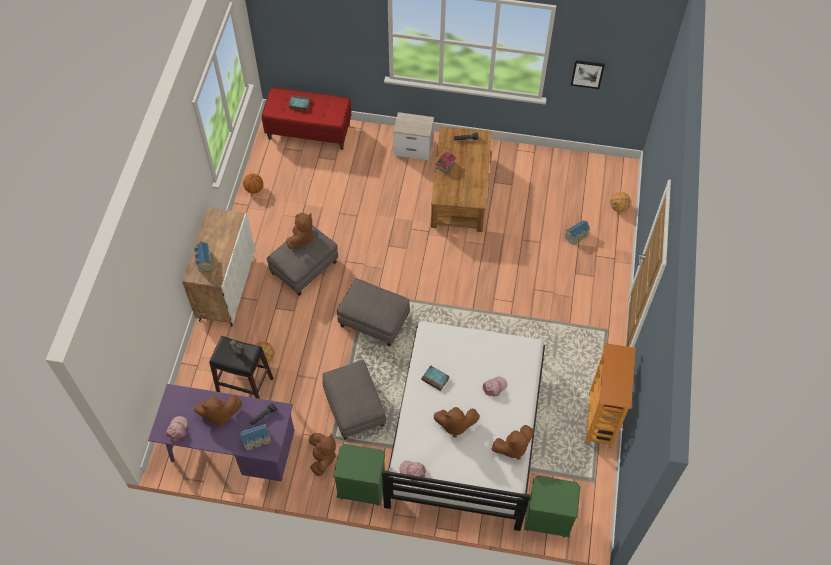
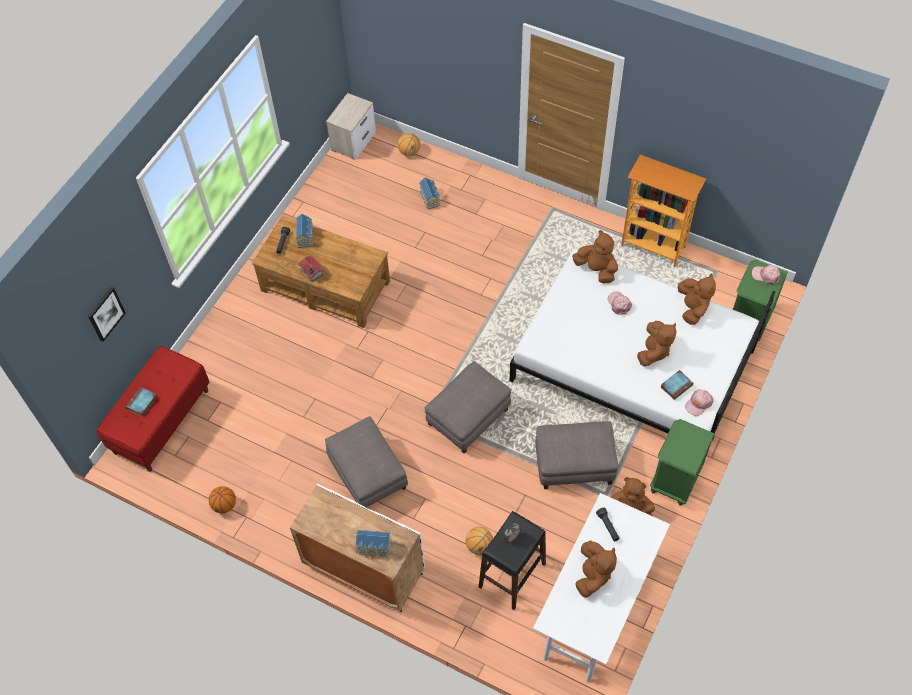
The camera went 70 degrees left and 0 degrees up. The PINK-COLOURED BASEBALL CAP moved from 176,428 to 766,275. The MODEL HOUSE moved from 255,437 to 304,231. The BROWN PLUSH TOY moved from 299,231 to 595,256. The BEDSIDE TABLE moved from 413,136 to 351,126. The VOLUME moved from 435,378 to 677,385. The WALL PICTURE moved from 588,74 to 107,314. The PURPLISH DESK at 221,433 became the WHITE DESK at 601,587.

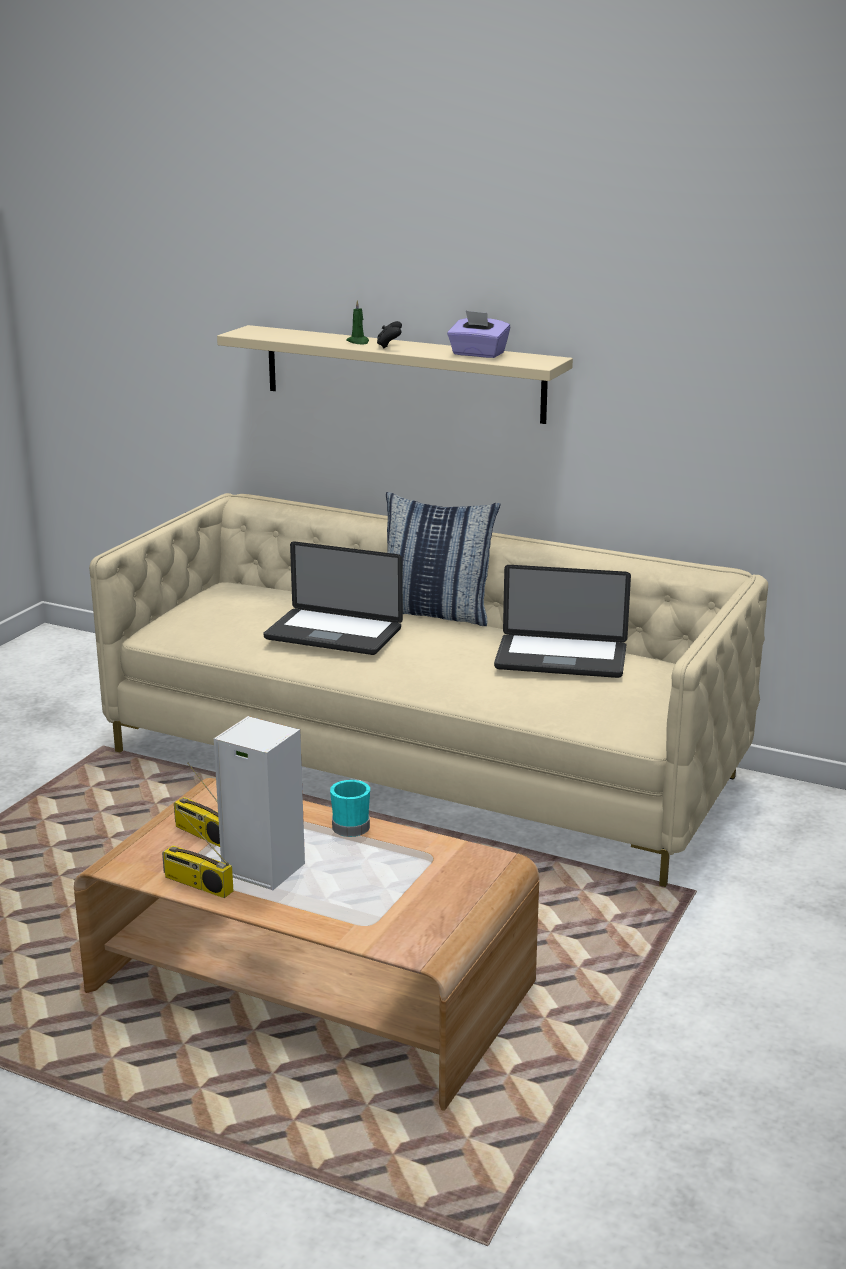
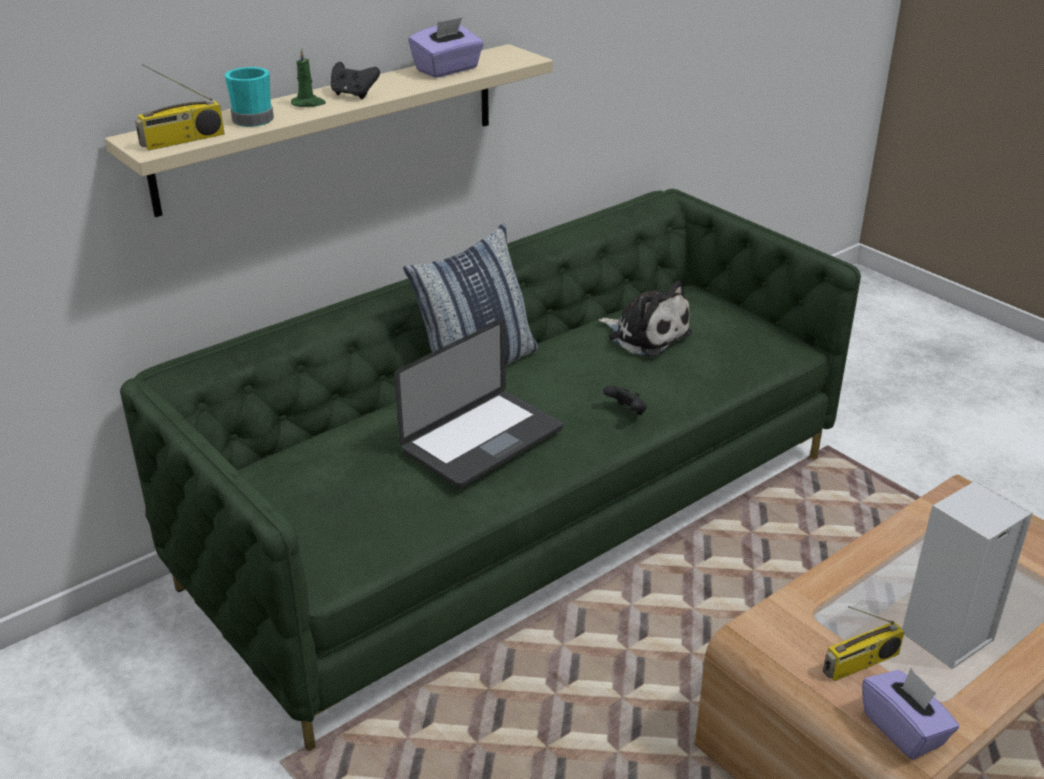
The camera went 65 degrees left and 10 degrees up. The BLACK GAME CONTROLLER at 625,400 appeared. The PURPLISH TISSUE HOLDER at 910,714 appeared. The RADIO RECEIVER moved from 197,853 to 179,107. The TURQUOISE MUG moved from 350,808 to 249,97. The LAPTOP at 562,621 was replaced by the PLUSH TOY at 645,319. The BEIGE-COLOURED COUCH at 428,690 became the GREEN-COLOURED COUCH at 490,470.

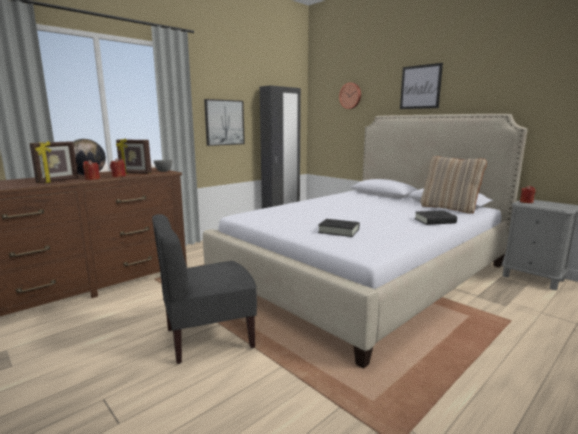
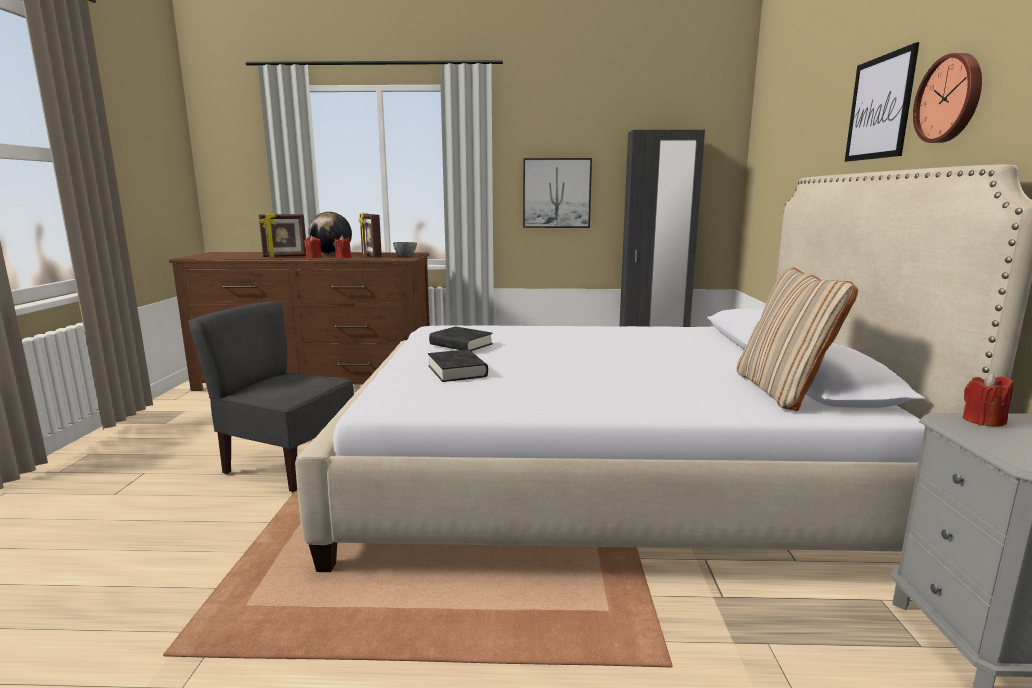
The camera went 45 degrees right and 0 degrees up. The CLOCK ON THE WALL moved from 350,96 to 947,98. The BLACK VOLUME moved from 435,217 to 461,338.

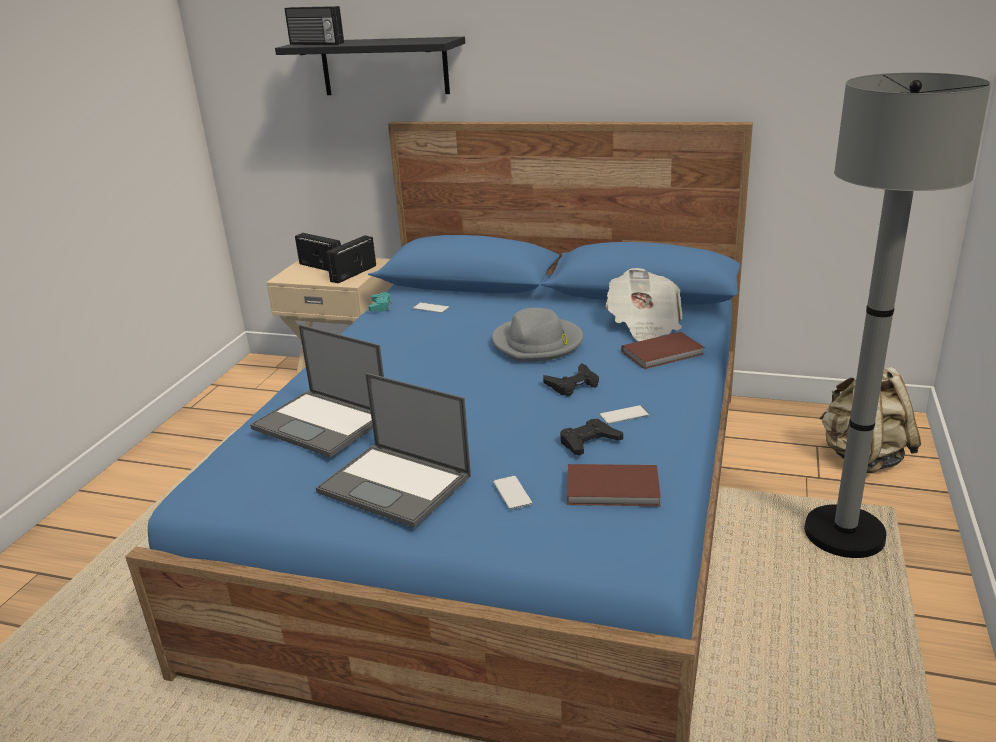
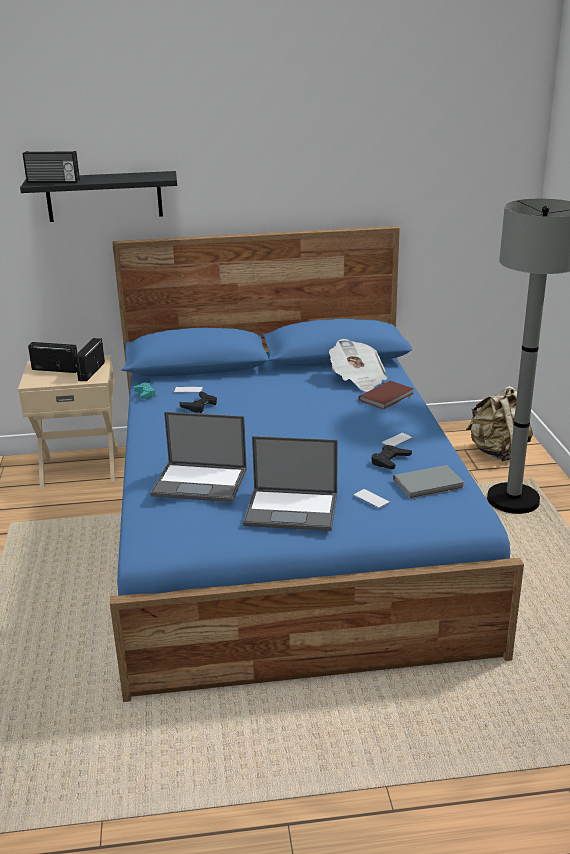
The camera went 25 degrees left and 0 degrees up. The GRAY WEARABLE HAT at 537,335 disappeared. The BLACK GAME CONTROLLER moved from 571,379 to 198,402. The BROWN VOLUME at 614,485 became the GRAY VOLUME at 428,482.

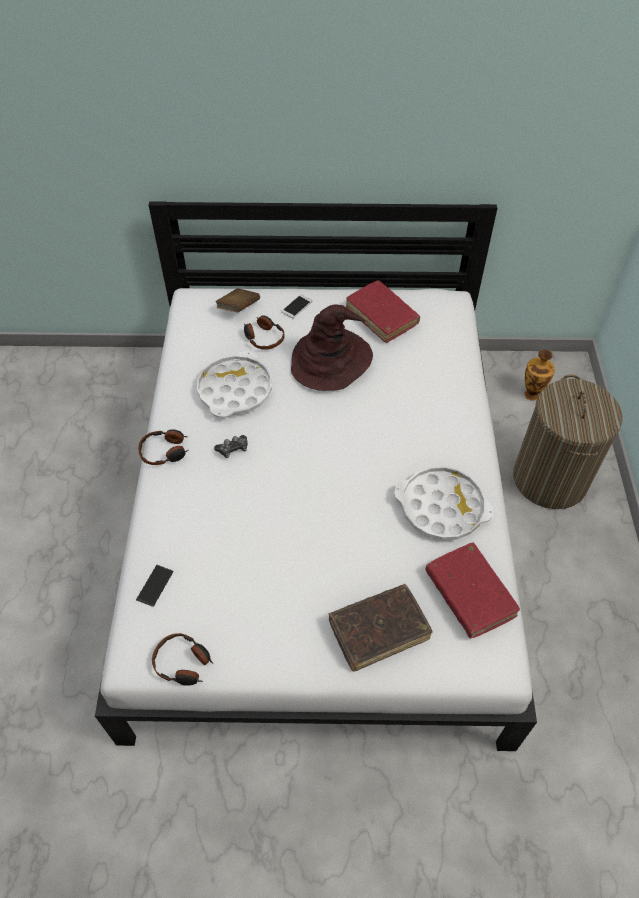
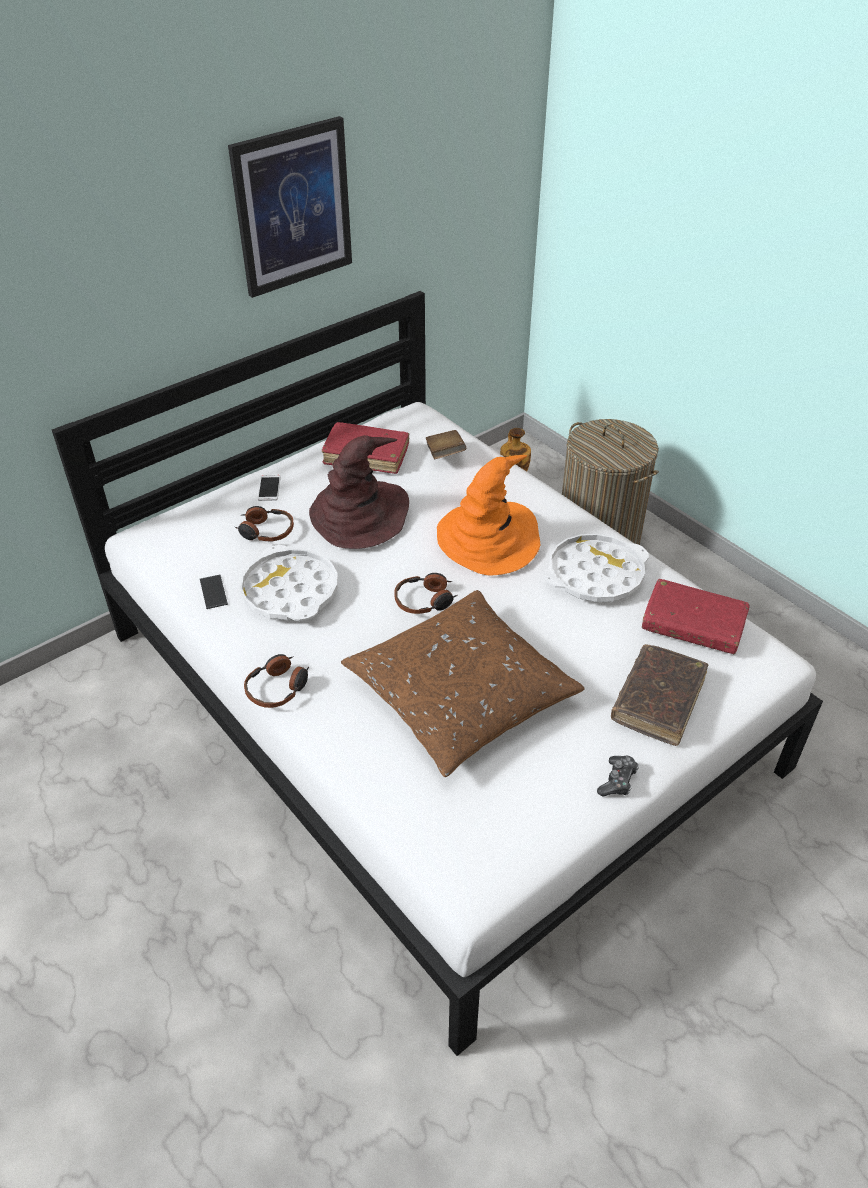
The camera went 40 degrees left and 10 degrees down. The WALL PICTURE at 290,207 appeared. The BROWN PILLOW at 463,683 appeared. The ORANGE WEARABLE HAT at 488,515 appeared. The PHONE moved from 155,586 to 214,592. The HEADSET moved from 182,659 to 425,593. The GAME CONTROLLER moved from 231,446 to 618,776. The BROWN VOLUME moved from 237,300 to 446,444.

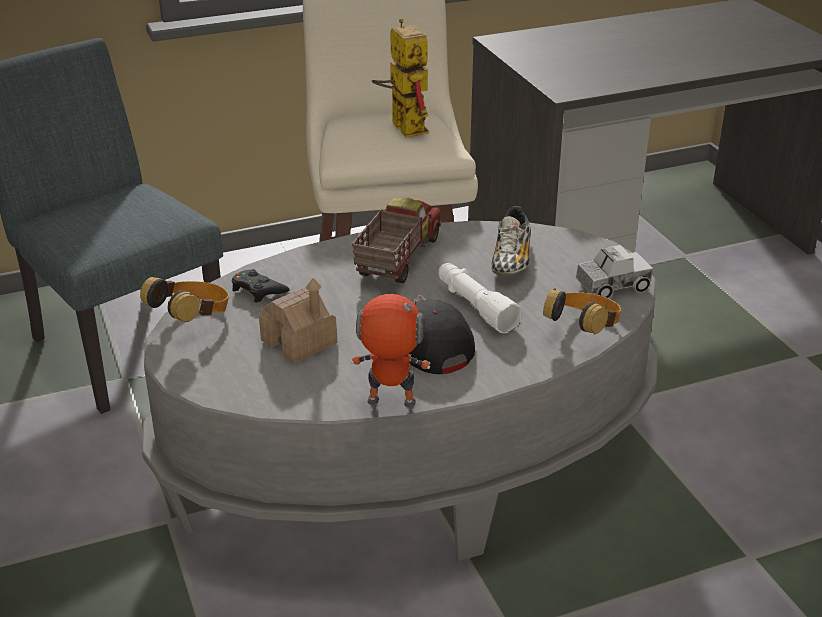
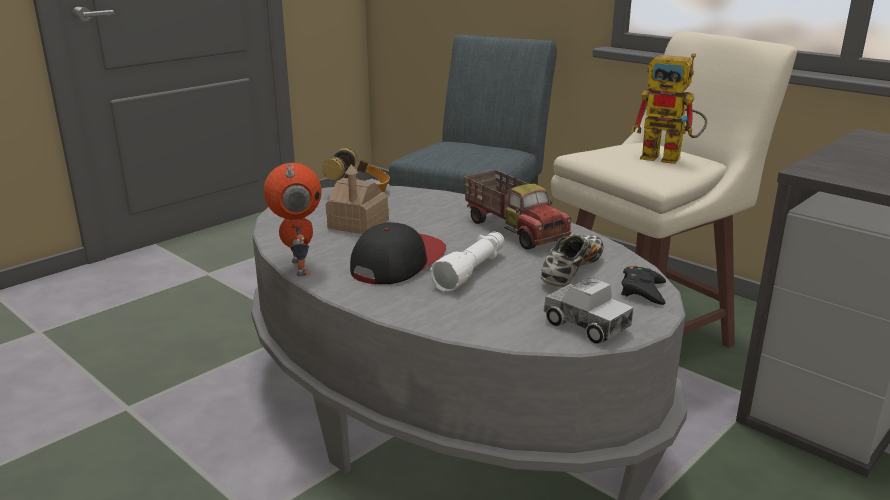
The camera went 65 degrees right and 10 degrees down. The HEADSET at 582,311 disappeared. The BLACK GAME CONTROLLER moved from 261,286 to 643,285. The MODEL TRUCK at 396,240 turned 60 degrees clockwise. The ROBOT FIGURE at 400,77 turned 75 degrees clockwise. The LOW SHOE at 511,241 turned 135 degrees clockwise.

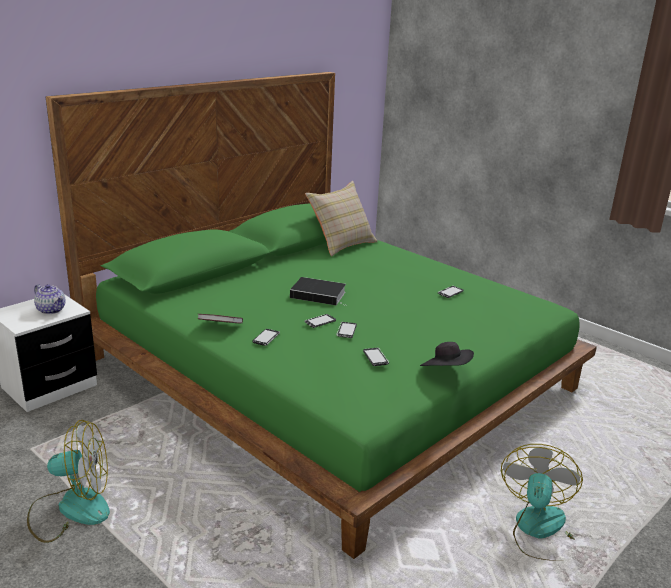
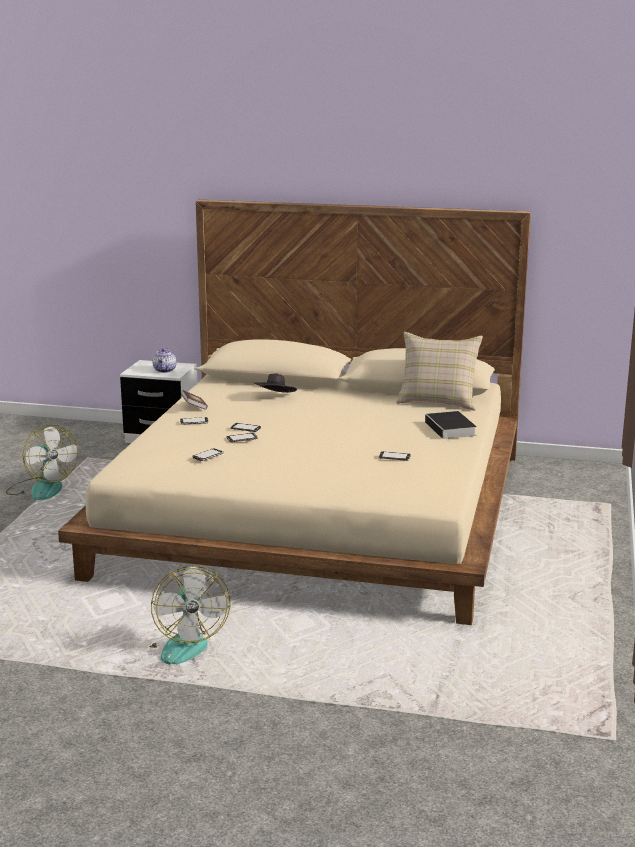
The camera went 60 degrees right and 5 degrees down. The VOLUME moved from 318,291 to 451,426. The BLACK WEARABLE HAT moved from 447,354 to 275,383. The GREEN-COLOURED SLEEPING BED at 321,315 became the BEIGE-COLOURED SLEEPING BED at 294,412. The FAN at 542,502 turned 90 degrees clockwise.

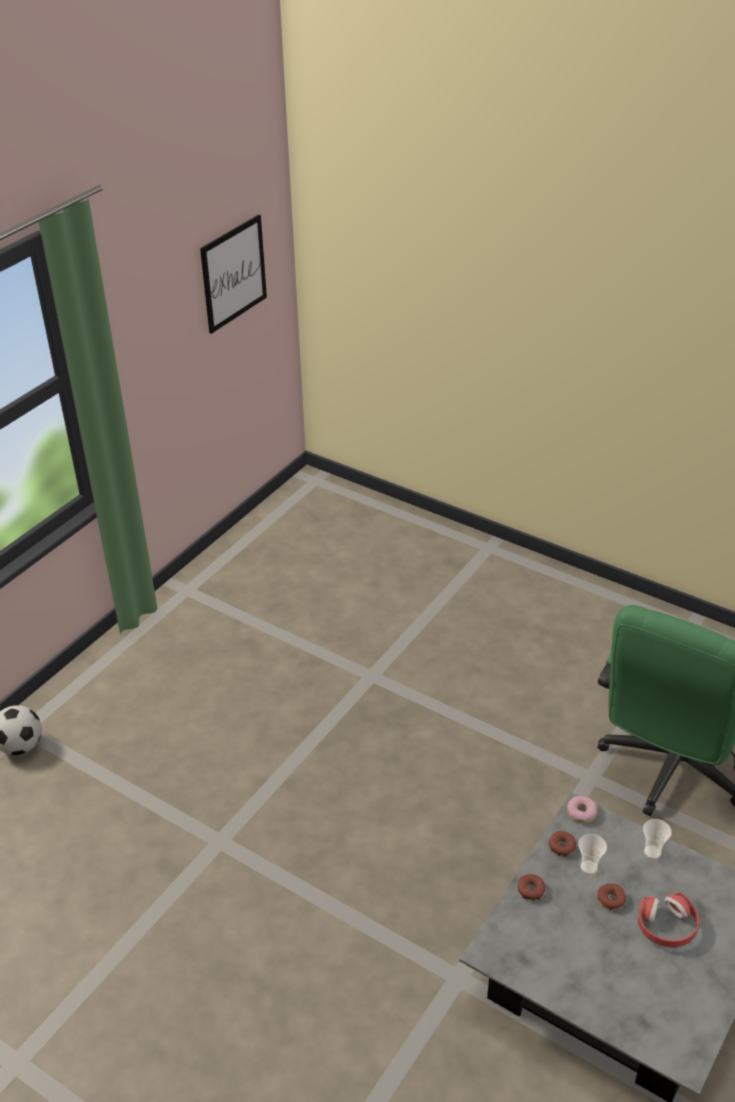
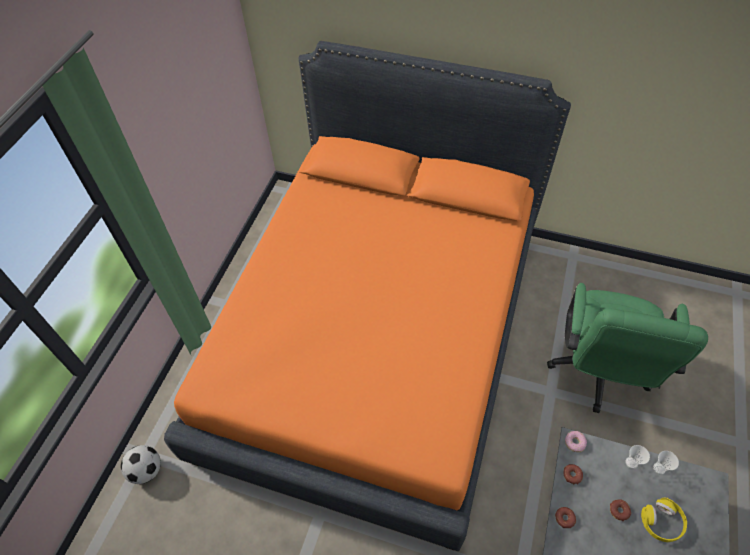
The camera went 15 degrees left and 15 degrees up. The WALL PICTURE at 233,274 disappeared. The ORANGE SLEEPING BED at 367,296 appeared. The CUP moved from 592,854 to 666,463. The RED-COLOURED HEADSET at 669,919 became the YELLOW-COLOURED HEADSET at 664,520.

